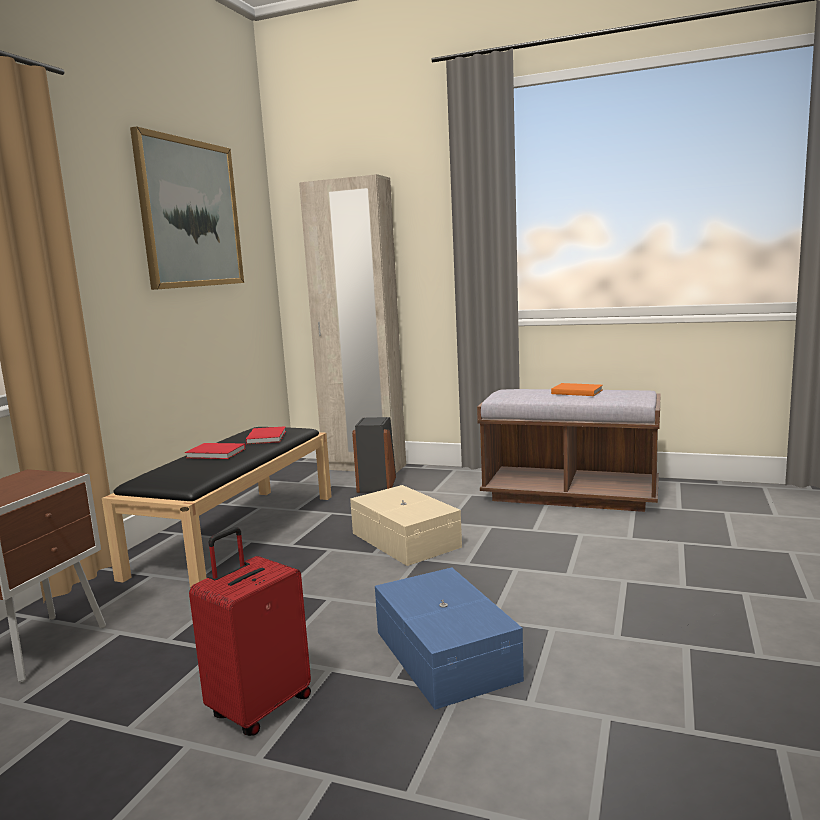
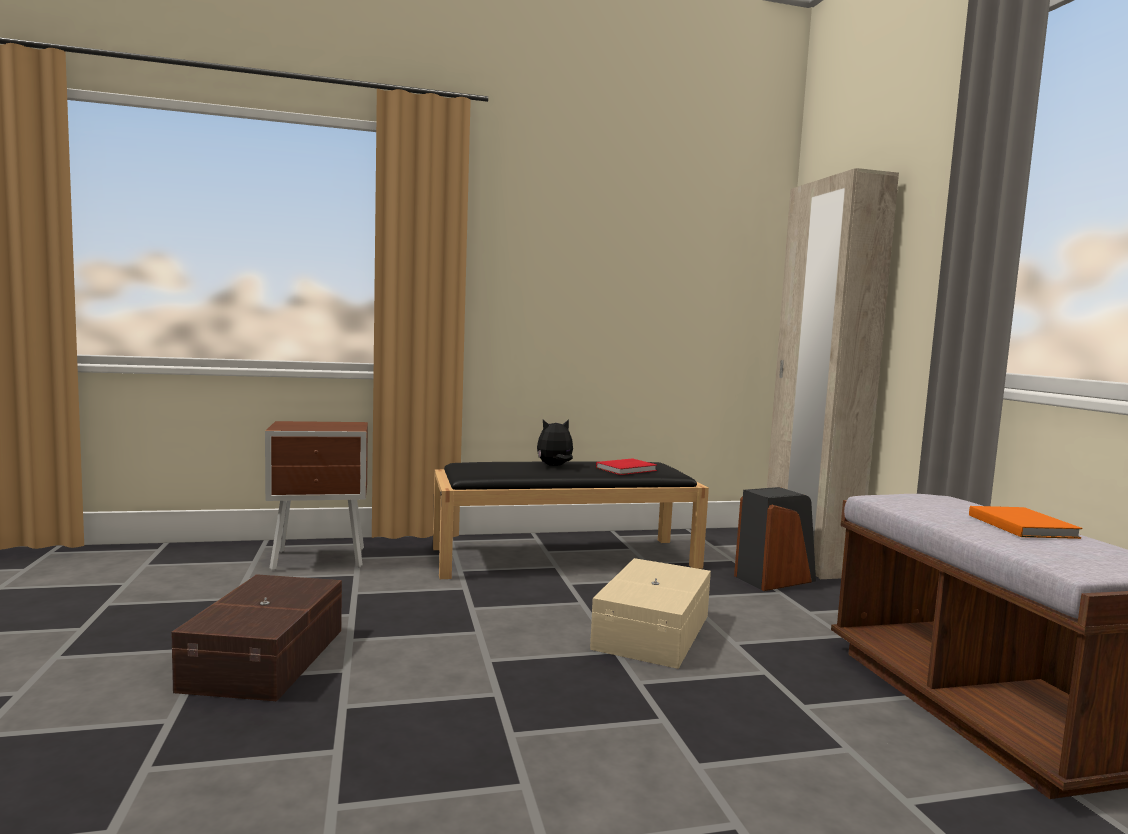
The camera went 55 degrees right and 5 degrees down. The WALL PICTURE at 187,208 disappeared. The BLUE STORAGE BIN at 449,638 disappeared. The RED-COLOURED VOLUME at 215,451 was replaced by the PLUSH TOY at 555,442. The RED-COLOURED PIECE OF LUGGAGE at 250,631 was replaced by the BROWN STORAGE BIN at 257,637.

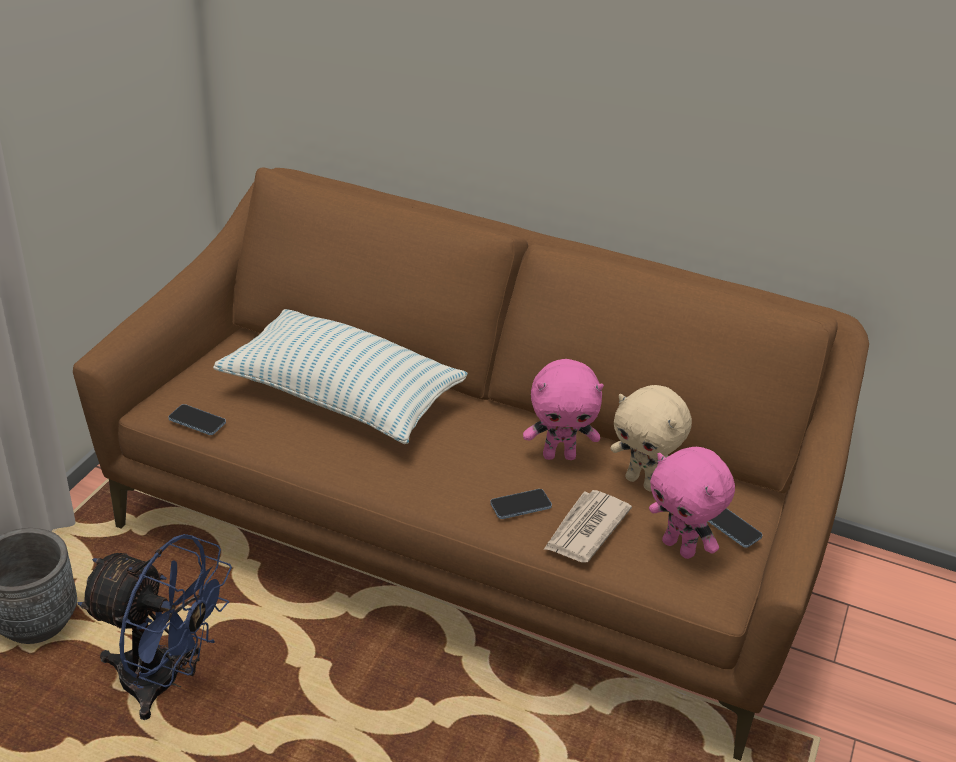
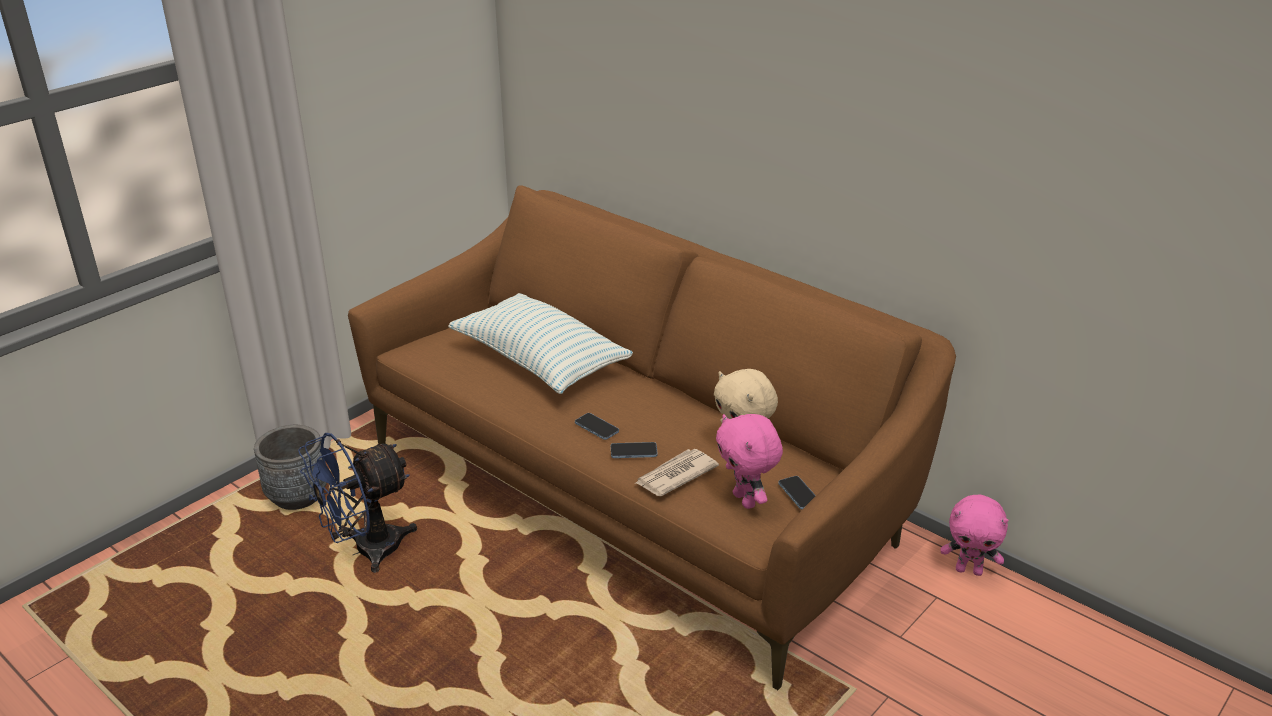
The camera went 20 degrees right and 5 degrees down. The PHONE moved from 197,419 to 597,426. The PINK-COLOURED PLUSH TOY moved from 563,409 to 974,535. The BLUE FAN at 154,627 turned 105 degrees clockwise.

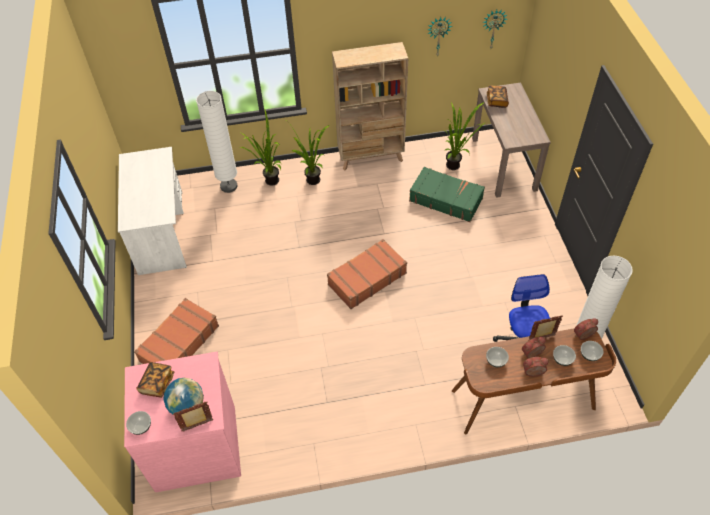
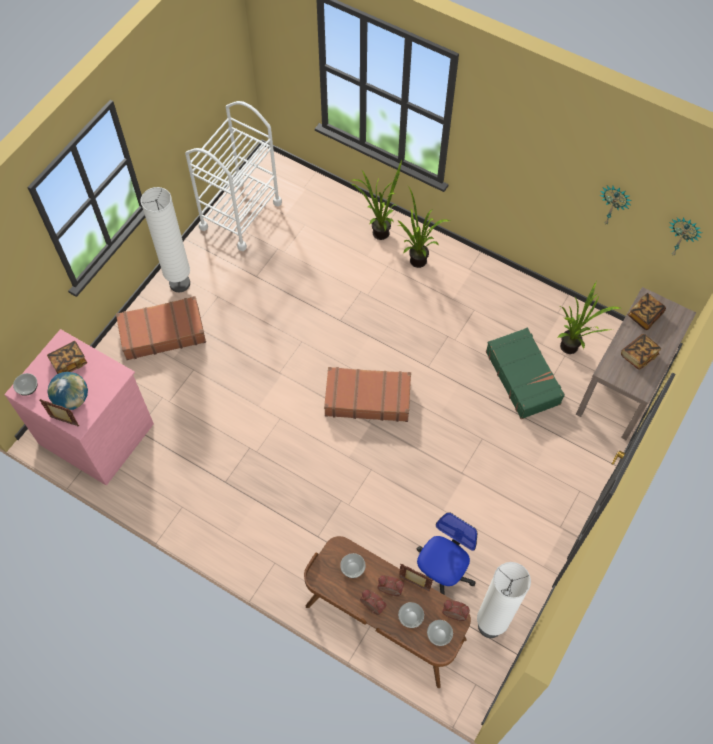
The camera went 40 degrees right and 10 degrees up. The BEIGE-COLOURED SHELVING UNIT at 370,106 disappeared. The VOLUME at 641,352 appeared. The WHITE FLOOR LAMP moved from 217,142 to 165,239. The WHITE DESK at 152,211 was replaced by the WHITE CART at 233,176.

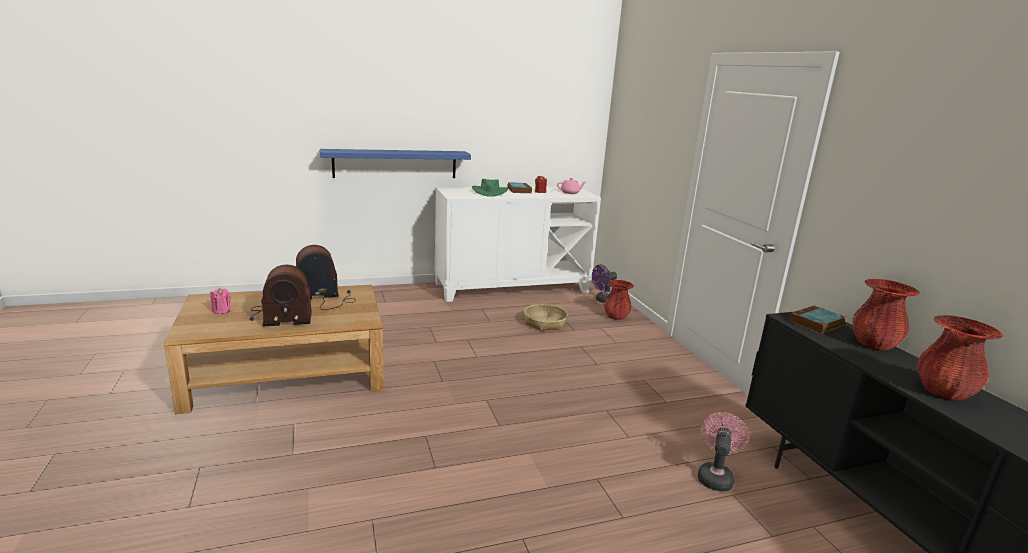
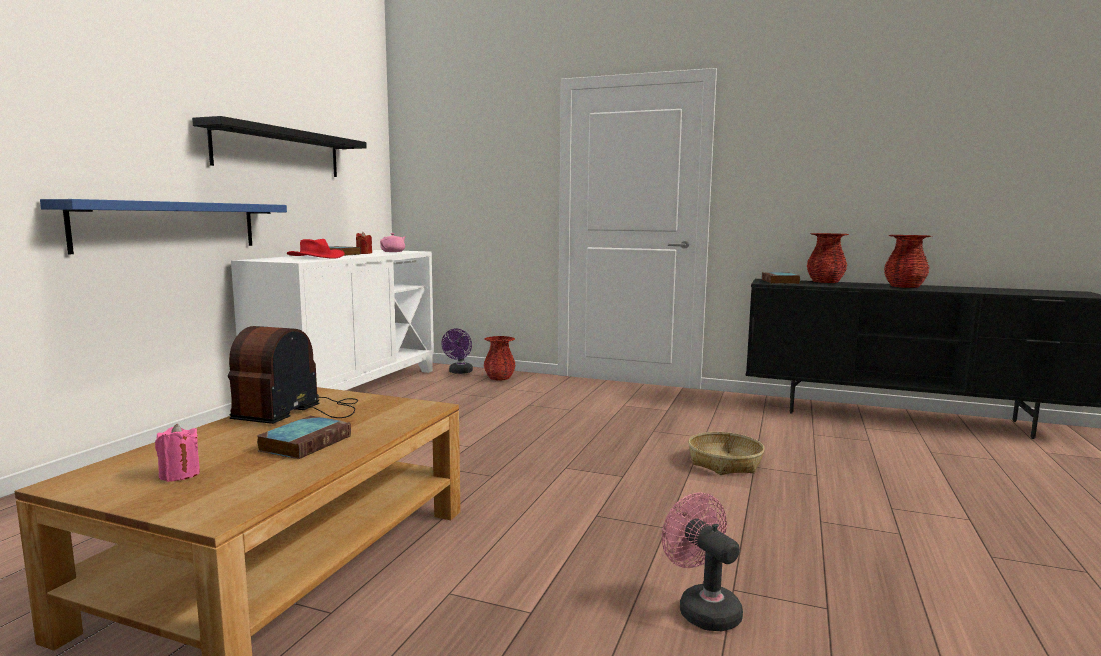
The camera went 50 degrees left and 10 degrees down. The BLACK WALL SHELF at 279,146 appeared. The HOUSEHOLD BASKET moved from 546,318 to 726,453. The PINK-COLOURED FAN moved from 723,451 to 702,561. The RADIO RECEIVER at 281,295 was replaced by the VOLUME at 304,437. The GREEN-COLOURED WEARABLE HAT at 490,188 became the RED-COLOURED WEARABLE HAT at 316,249.

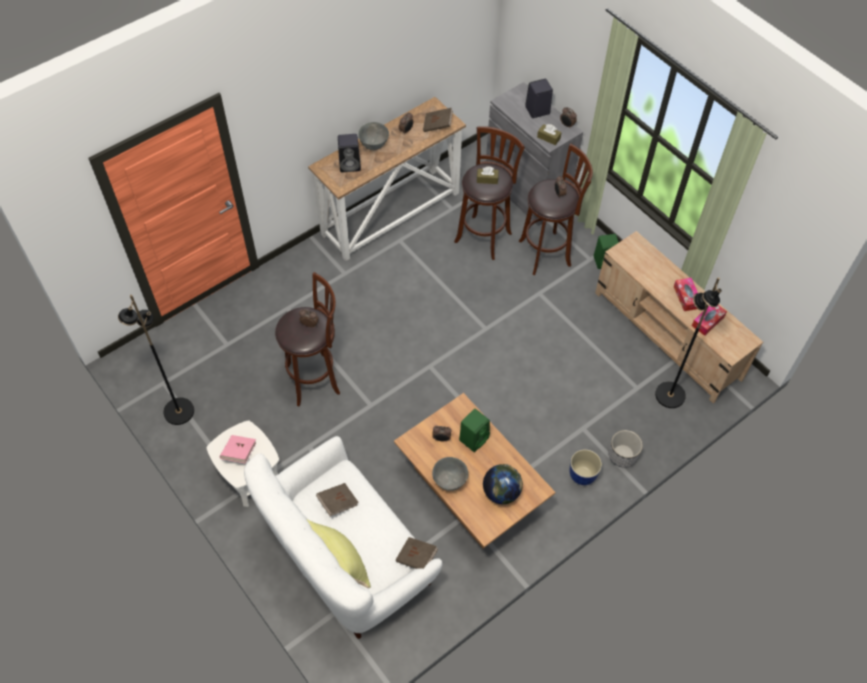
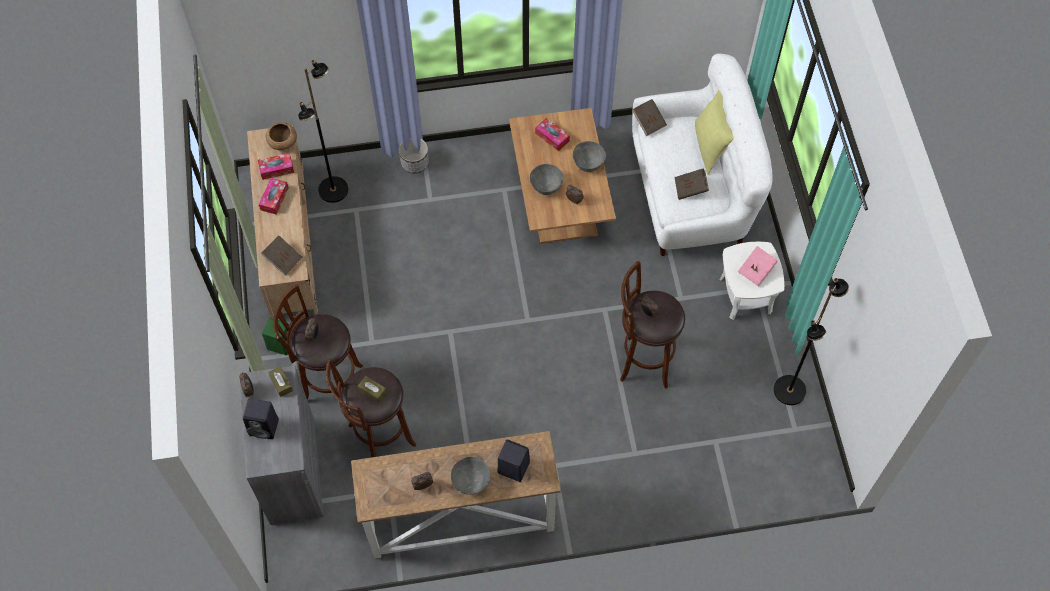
The camera went 150 degrees left and 5 degrees up. The PLANTER at 585,467 disappeared. The BROWN SERVING BOWL at 281,136 appeared. The BROWN VOLUME moved from 438,120 to 282,255. The GREEN-COLOURED LOUDSPEAKER at 474,430 was replaced by the GRAY SERVING BOWL at 546,179. The GLOBE at 503,484 was replaced by the TISSUE HOLDER at 552,134.

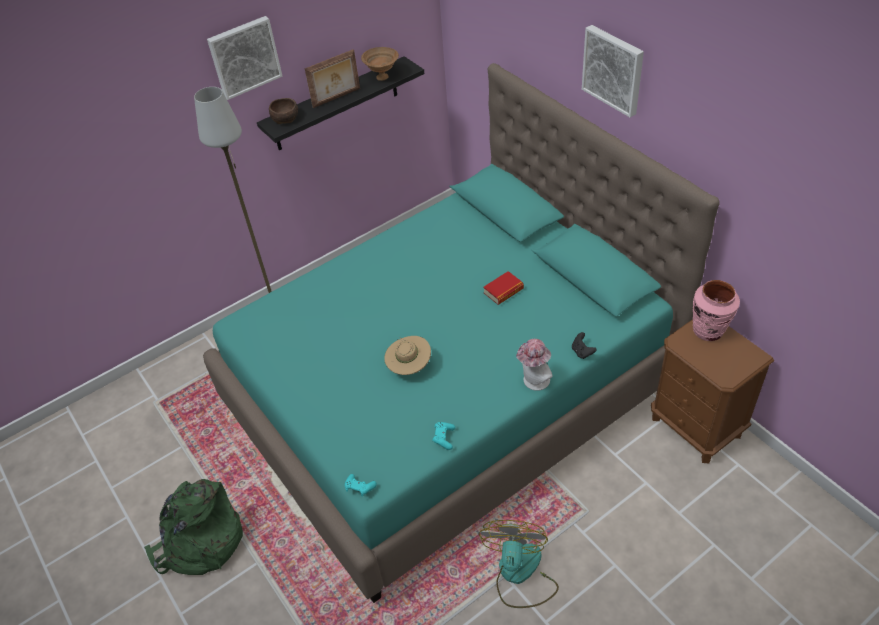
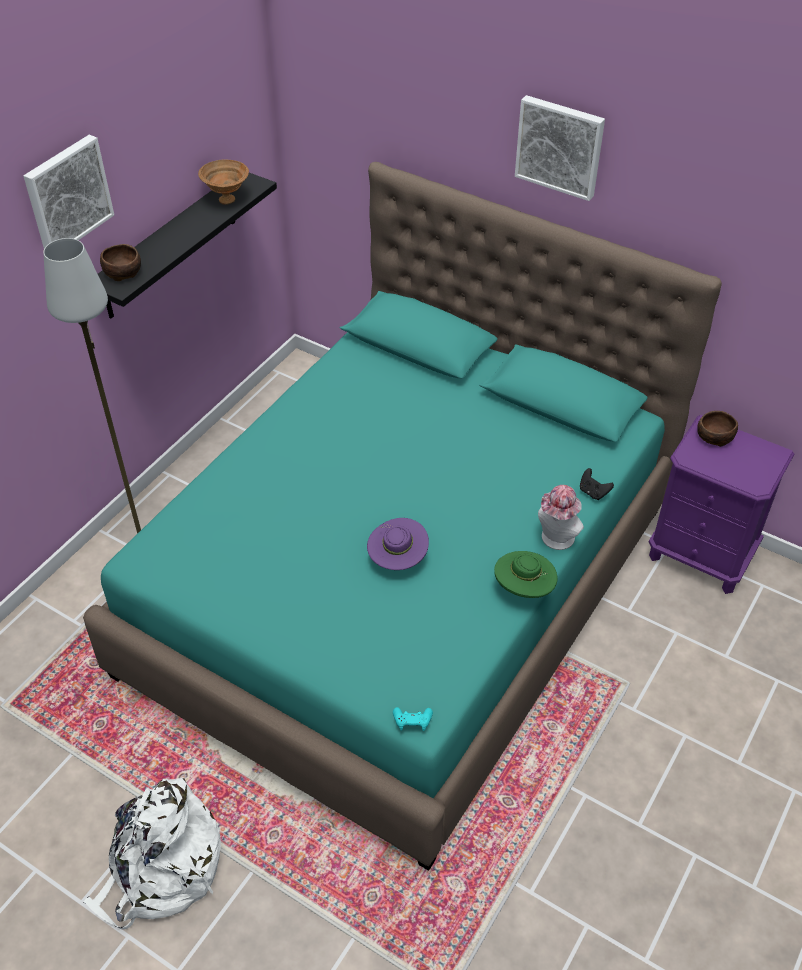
The camera went 25 degrees left and 0 degrees up. The PICTURE FRAME at 332,78 disappeared. The TURQUOISE GAME CONTROLLER at 443,436 disappeared. The FAN at 519,564 disappeared. The VOLUME at 503,288 disappeared. The GREEN-COLOURED WEARABLE HAT at 526,574 appeared. The PINK-COLOURED FLOWER VASE at 716,310 was replaced by the BROWN SERVING BOWL at 717,429. The GREEN-COLOURED BACKPACK at 193,527 became the WHITE BACKPACK at 152,853. The BEIGE-COLOURED WEARABLE HAT at 407,355 became the PURPLISH WEARABLE HAT at 398,544. The BROWN BEDSIDE TABLE at 712,391 became the PURPLISH BEDSIDE TABLE at 721,504.

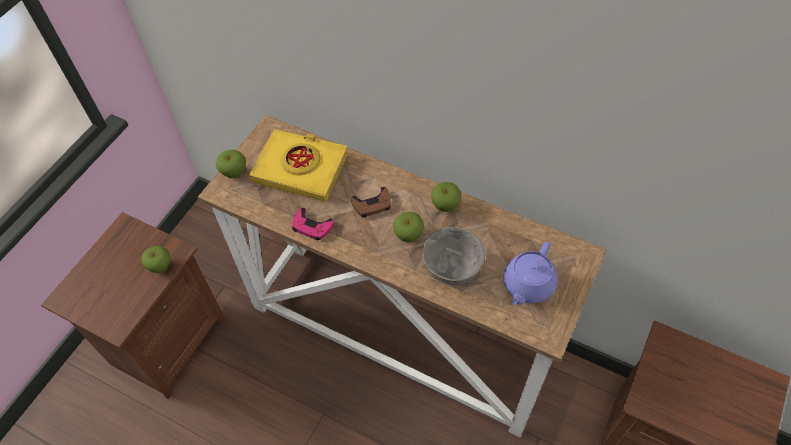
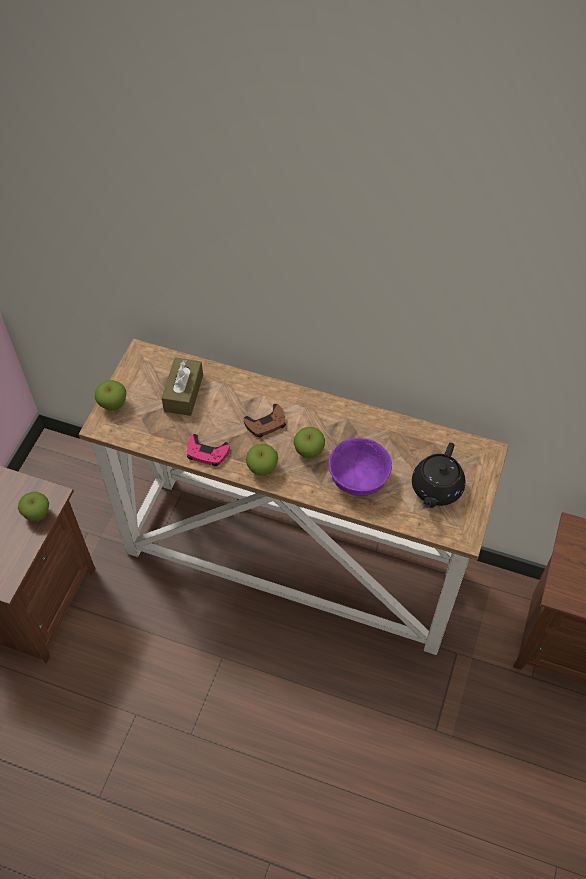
The camera went 10 degrees left and 0 degrees up. The WHOLE APPLE moved from 446,197 to 262,460. The YELLOW-COLOURED VOLUME at 298,165 was replaced by the BROWN TISSUE HOLDER at 182,387. The GRAY SERVING BOWL at 453,256 became the PURPLISH SERVING BOWL at 360,467. The PURPLISH TEAPOT at 530,273 became the BLACK TEAPOT at 439,475.

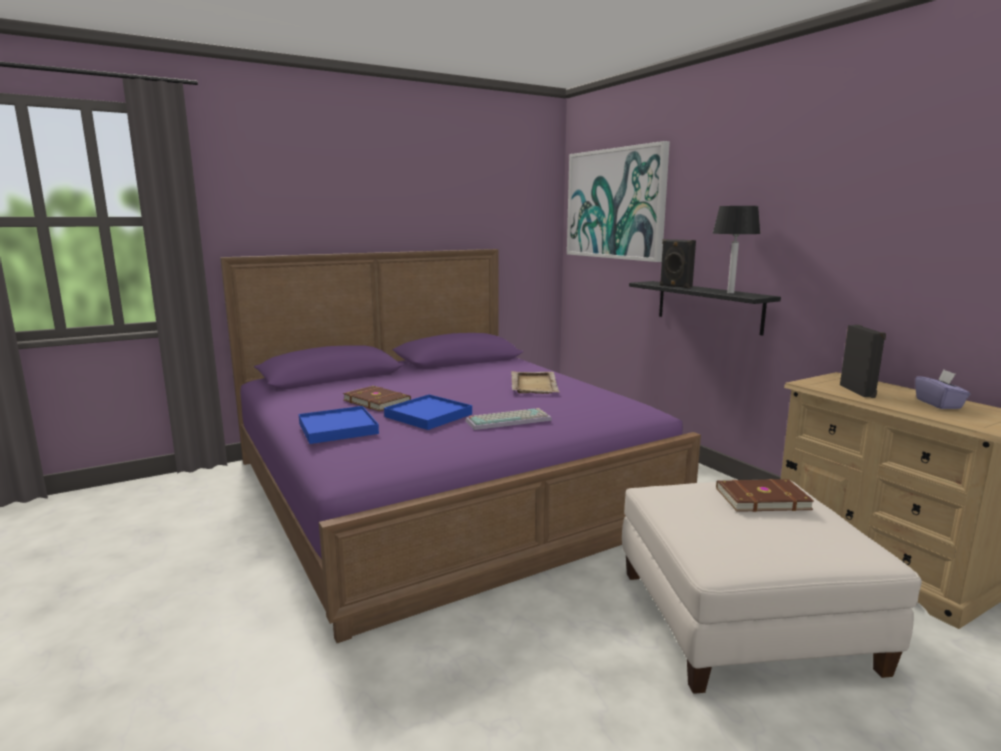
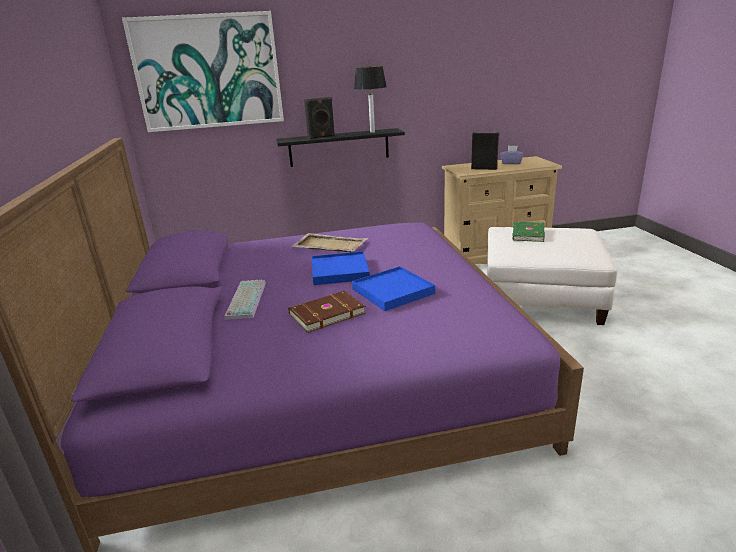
The camera went 70 degrees left and 10 degrees up. The BLUE CARRYING TRAY moved from 339,425 to 341,268. The COMPUTER KEYBOARD moved from 509,419 to 245,300. The BROWN VOLUME at 765,495 became the GREEN-COLOURED VOLUME at 528,232.

